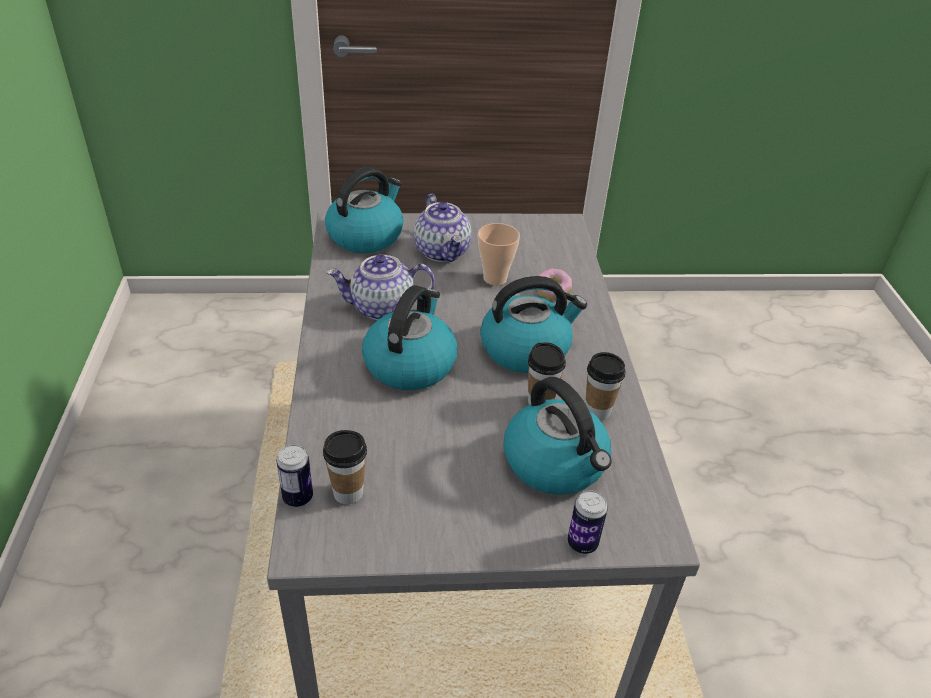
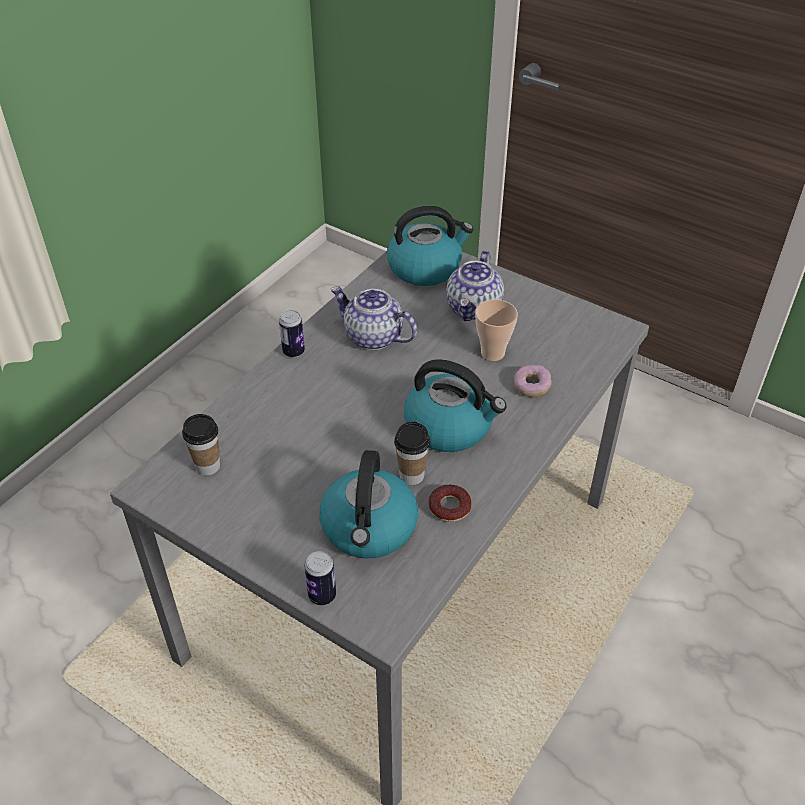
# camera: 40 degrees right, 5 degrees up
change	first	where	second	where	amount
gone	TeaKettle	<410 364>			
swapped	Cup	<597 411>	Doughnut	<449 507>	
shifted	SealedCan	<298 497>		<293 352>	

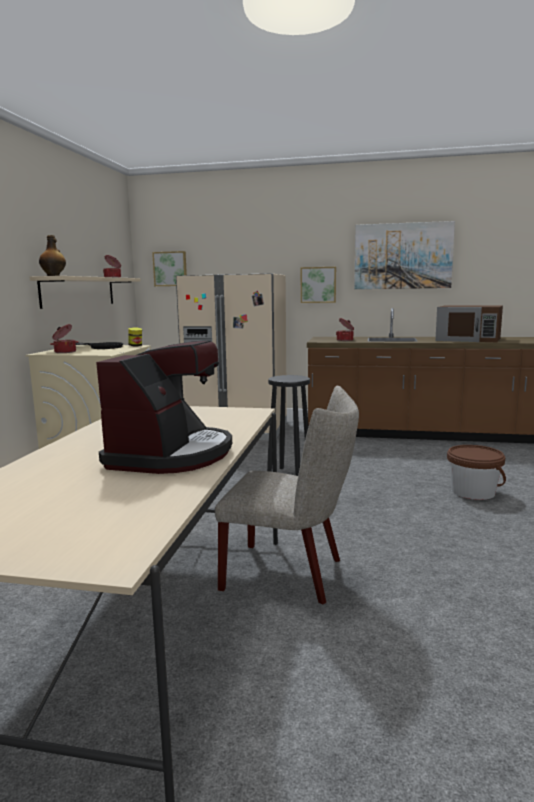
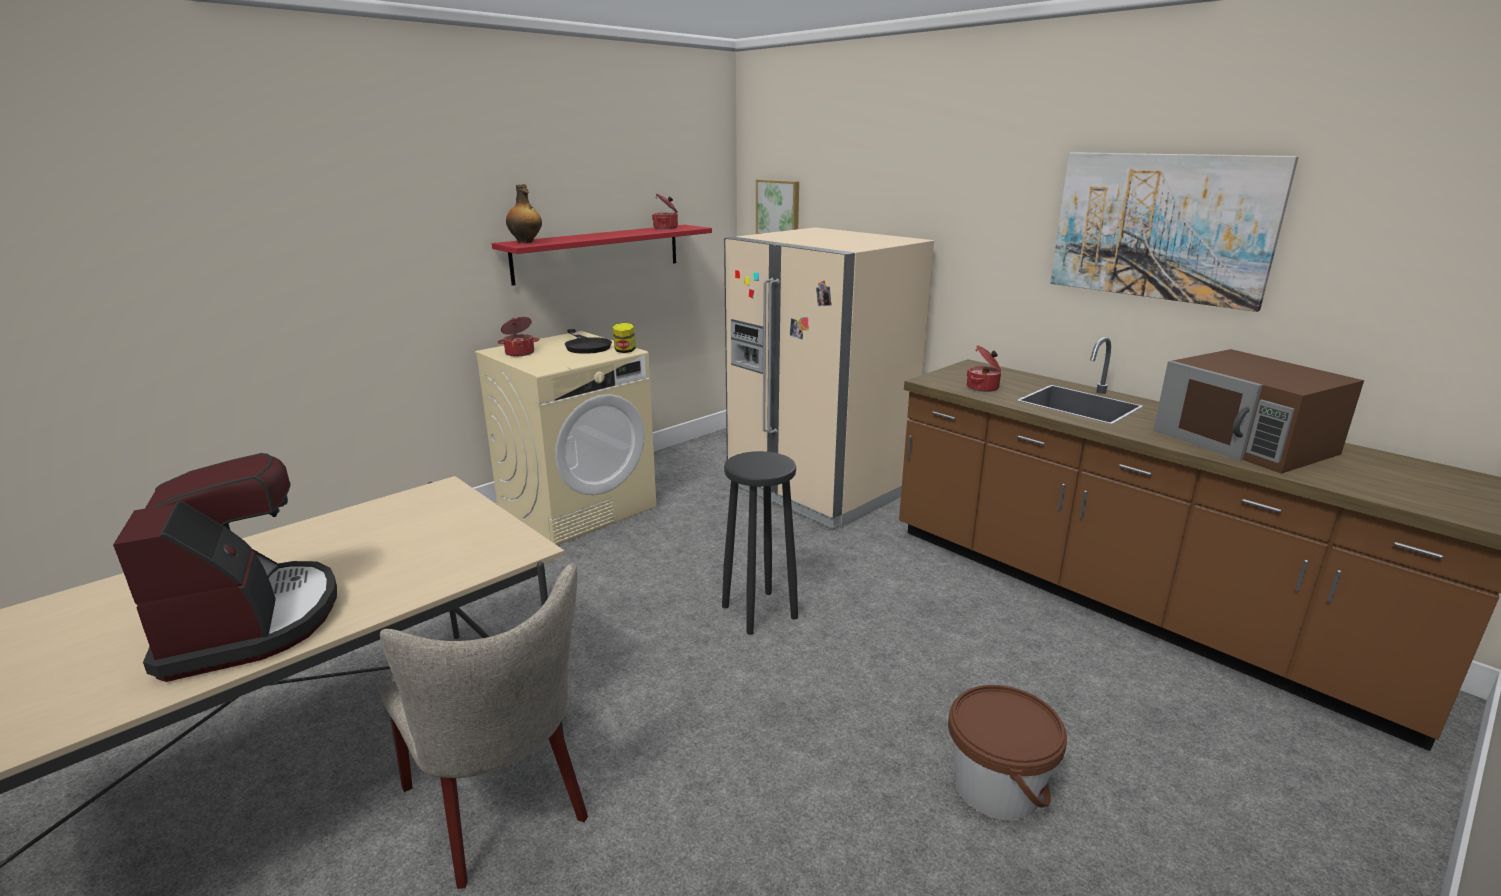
# camera: 35 degrees right, 10 degrees up
change	first	where	second	where	amount
gone	WallPicture	<318 285>			
repainted	BeigeColouredWallShelf	<79 291>	ReddishWallShelf	<598 253>	
rotated	CoffeeMaker	<171 455>		<249 622>	75 degrees counterclockwise

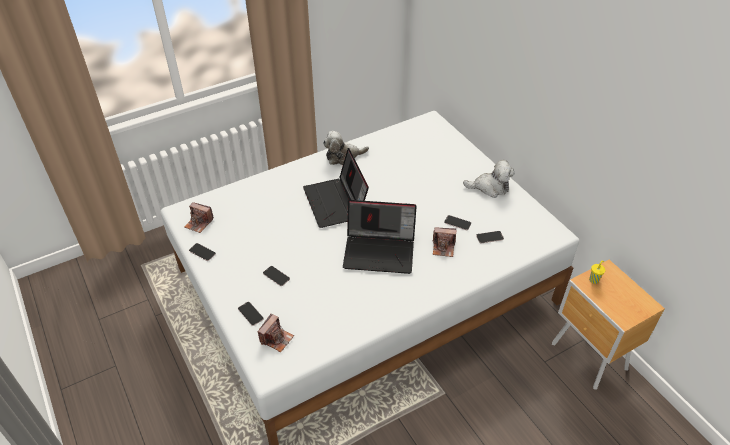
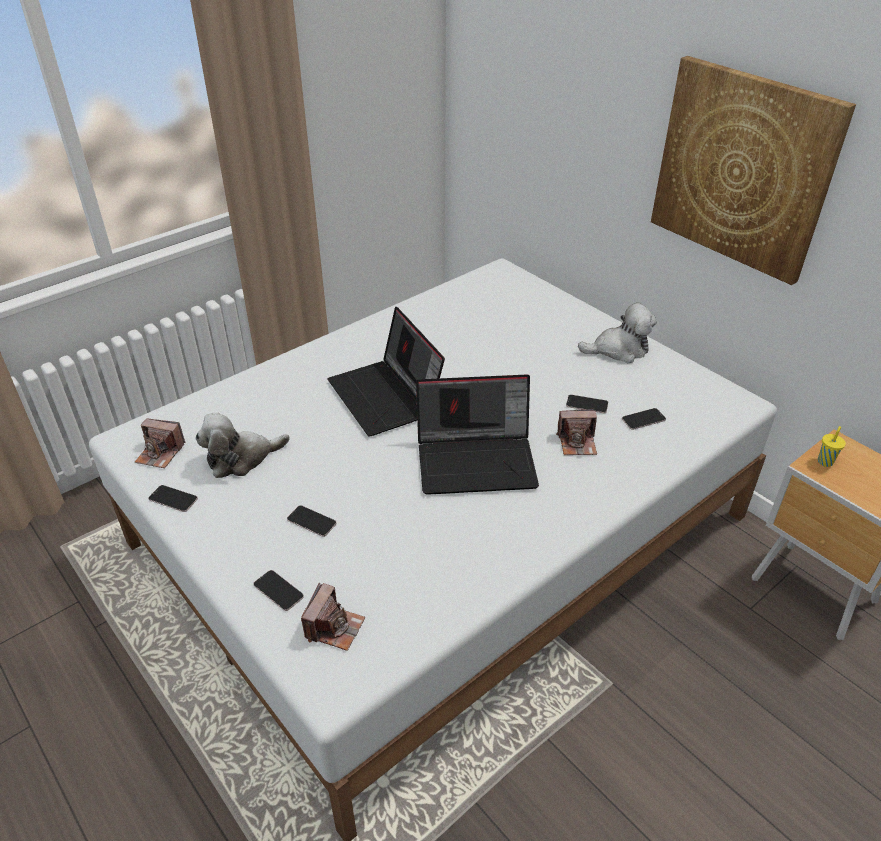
# camera: 10 degrees left, 5 degrees down
change	first	where	second	where	amount
shifted	SoftToy	<343 156>		<241 458>	
new			WallPicture	<743 169>	

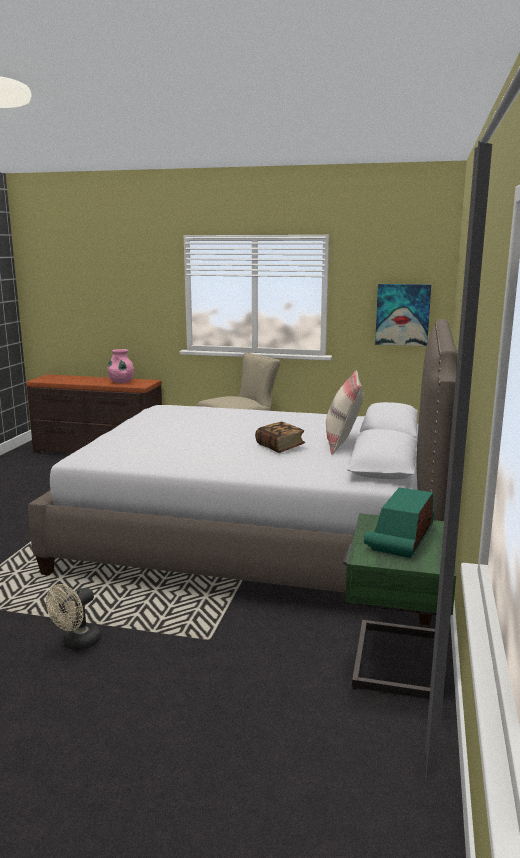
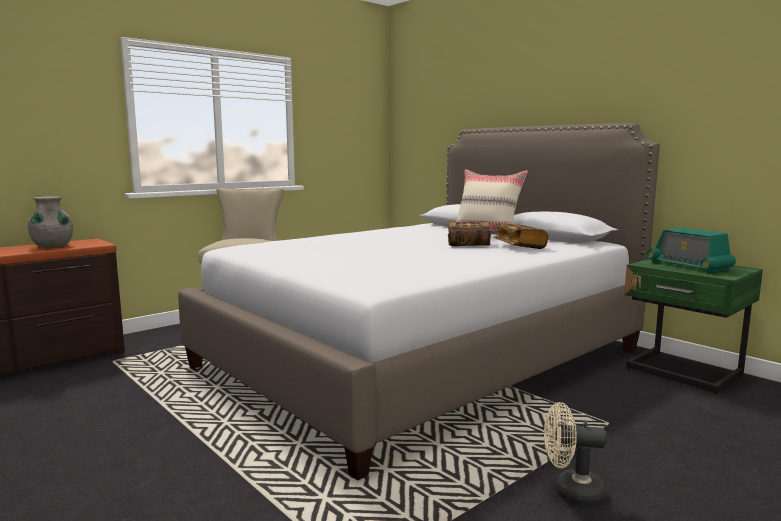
# camera: 55 degrees left, 5 degrees down
change	first	where	second	where	amount
gone	WallPicture	<402 314>			
repainted	PinkColouredVase	<121 382>	GreyishVase	<52 246>	
rotated	BeigeColouredElectricFan	<77 644>		<571 492>	120 degrees clockwise
new			Volume	<519 246>	

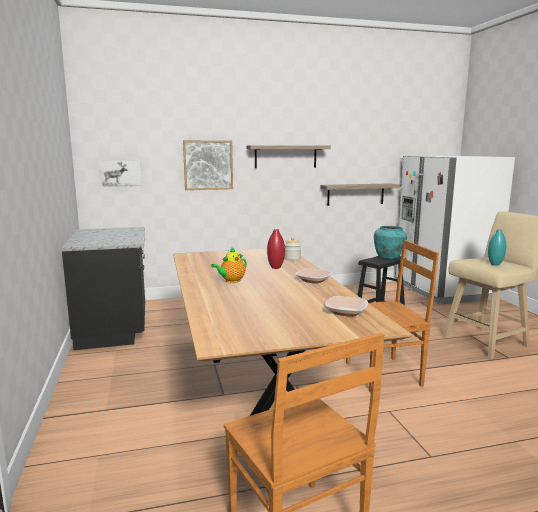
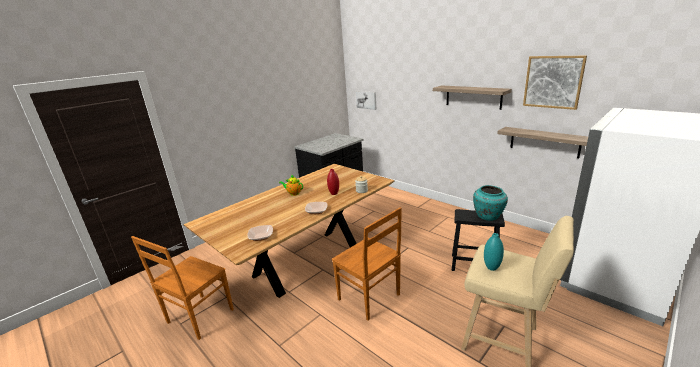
# camera: 60 degrees right, 10 degrees up
change	first	where	second	where	amount
shifted	WallPicture	<208 165>		<553 82>	

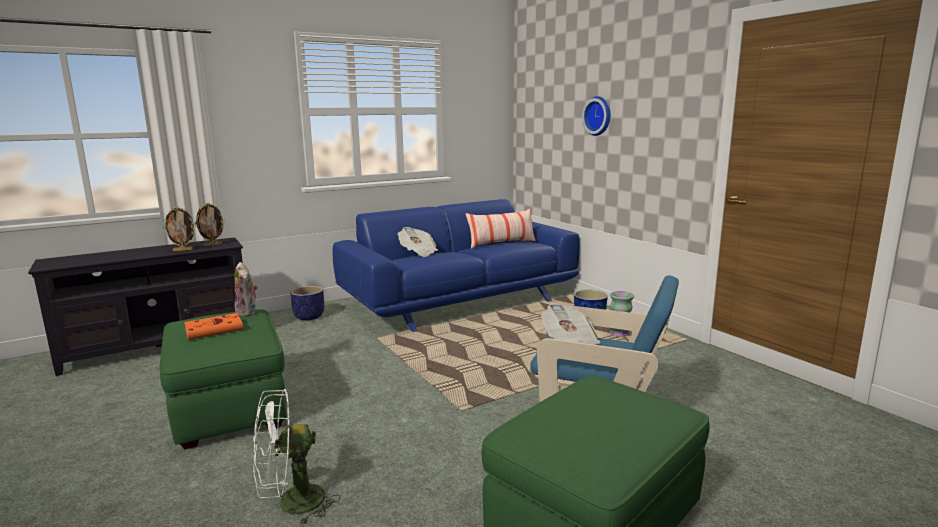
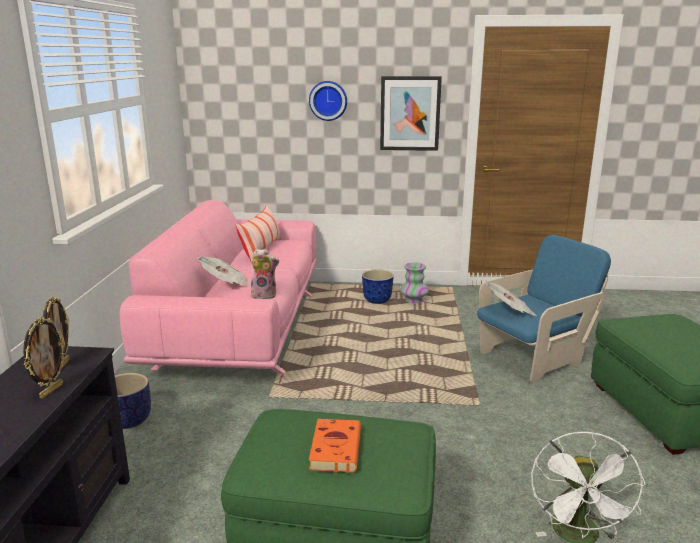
# camera: 55 degrees left, 5 degrees up
change	first	where	second	where	amount
repainted	BluishSofa	<460 301>	PinkColouredSofa	<241 327>	
shifted	SoftToy	<248 313>		<265 295>	
new			WallPicture	<410 113>	

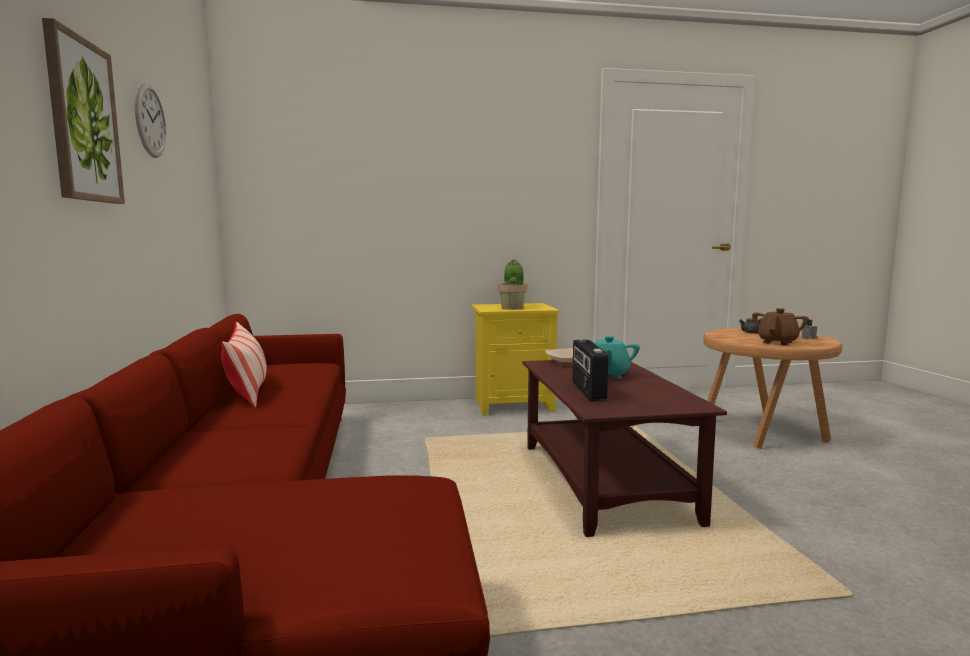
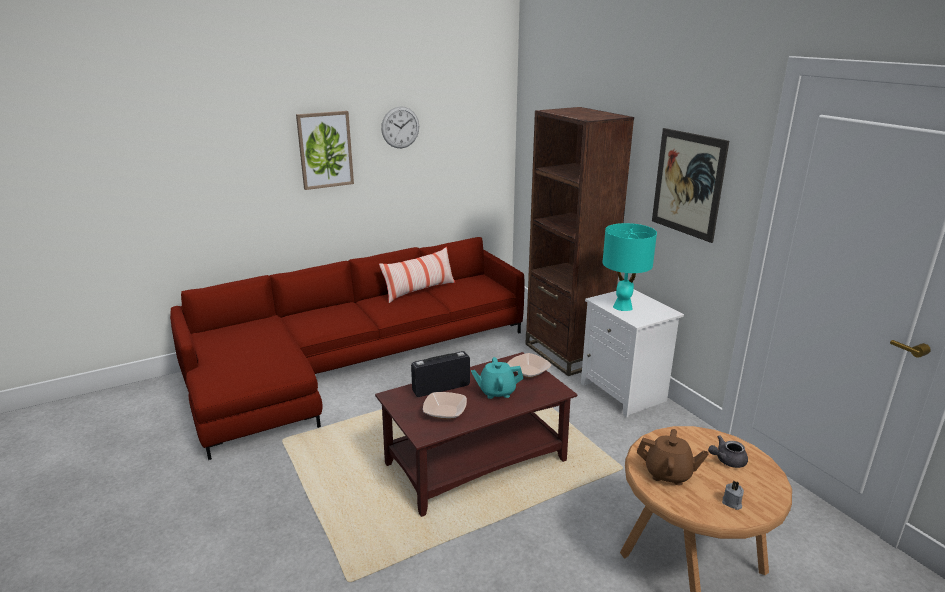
# camera: 70 degrees right, 15 degrees up
change	first	where	second	where	amount
swapped	PottedPlant	<512 308>	TurquoiseLampForATable	<623 306>	
repainted	YellowNightTable	<514 405>	WhiteNightTable	<625 393>	
new			BrownBookshelf	<566 353>	
new			WallPicture	<688 184>	
new			ServingBowl	<445 412>	

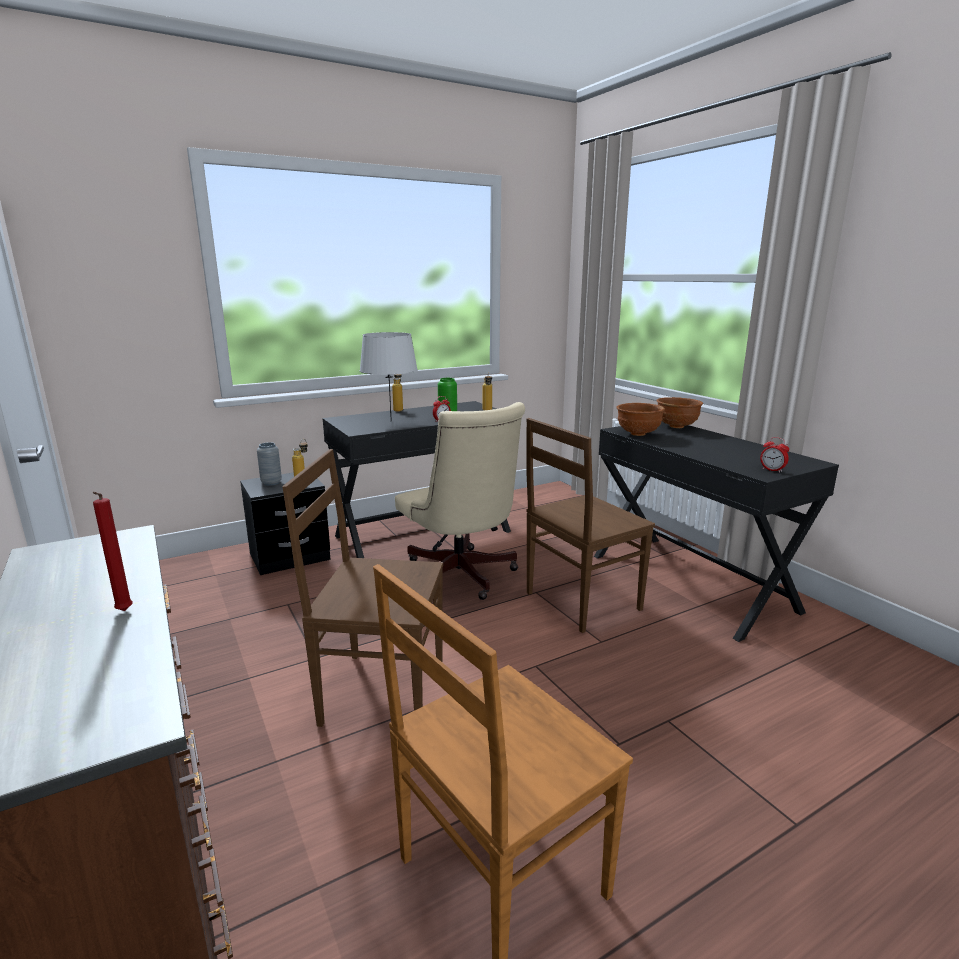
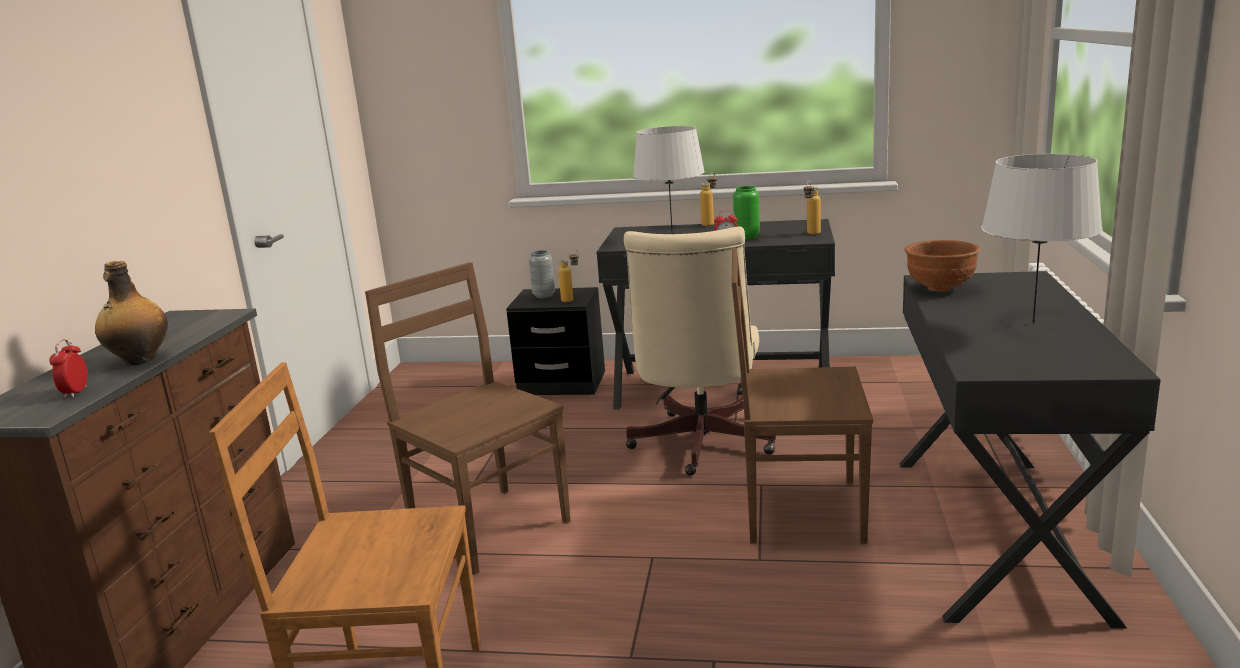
# camera: 40 degrees right, 0 degrees up
change	first	where	second	where	amount
gone	BrownServingBowl	<677 427>			
shifted	TableClock	<772 470>		<75 392>	
swapped	ReddishWaxCandle	<123 612>	BeverageBottle	<140 360>	
new			GreyishLampForATable	<1033 323>	

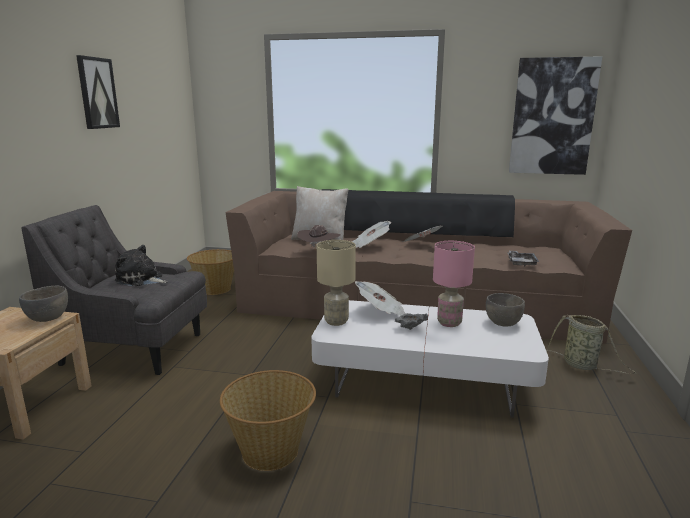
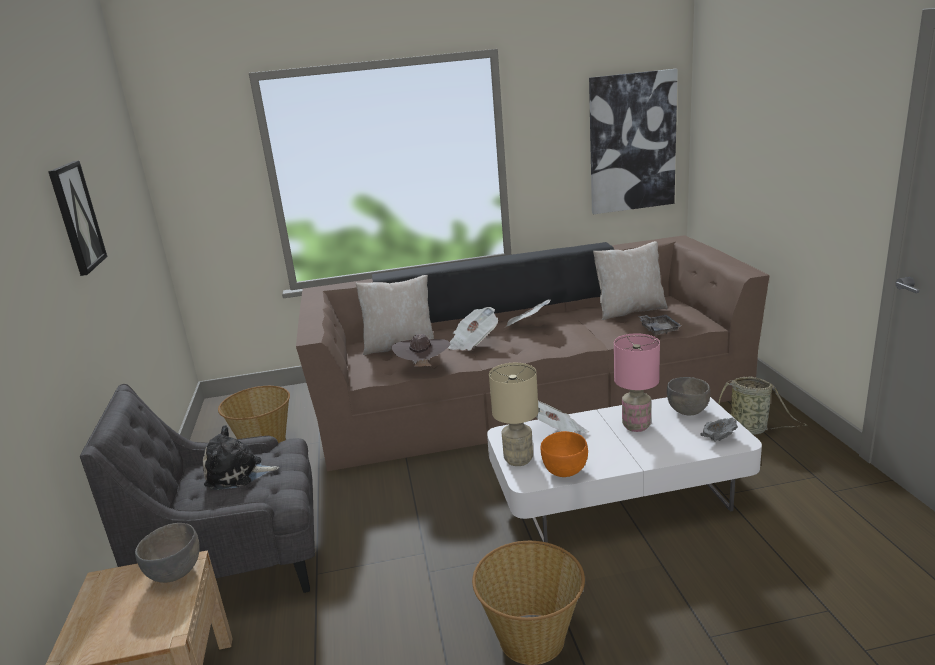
# camera: 20 degrees left, 5 degrees up
change	first	where	second	where	amount
shifted	GreyishServingBowl	<411 328>		<718 439>	
new			BeigeColouredPillow	<629 311>	
new			OrangeColouredServingBowl	<565 471>	

